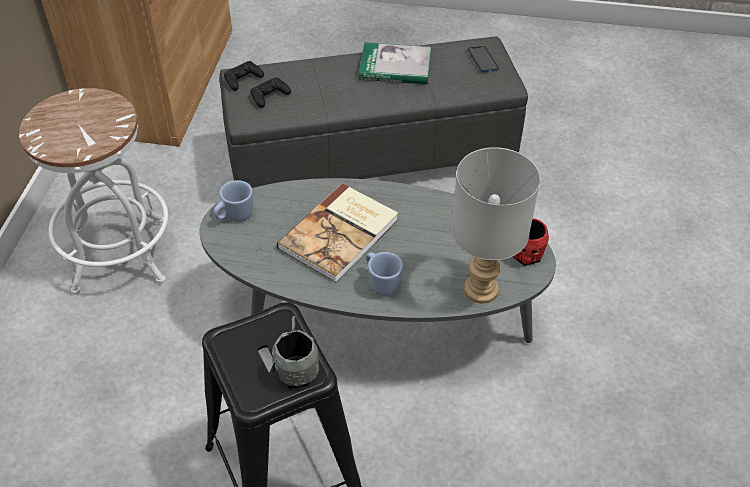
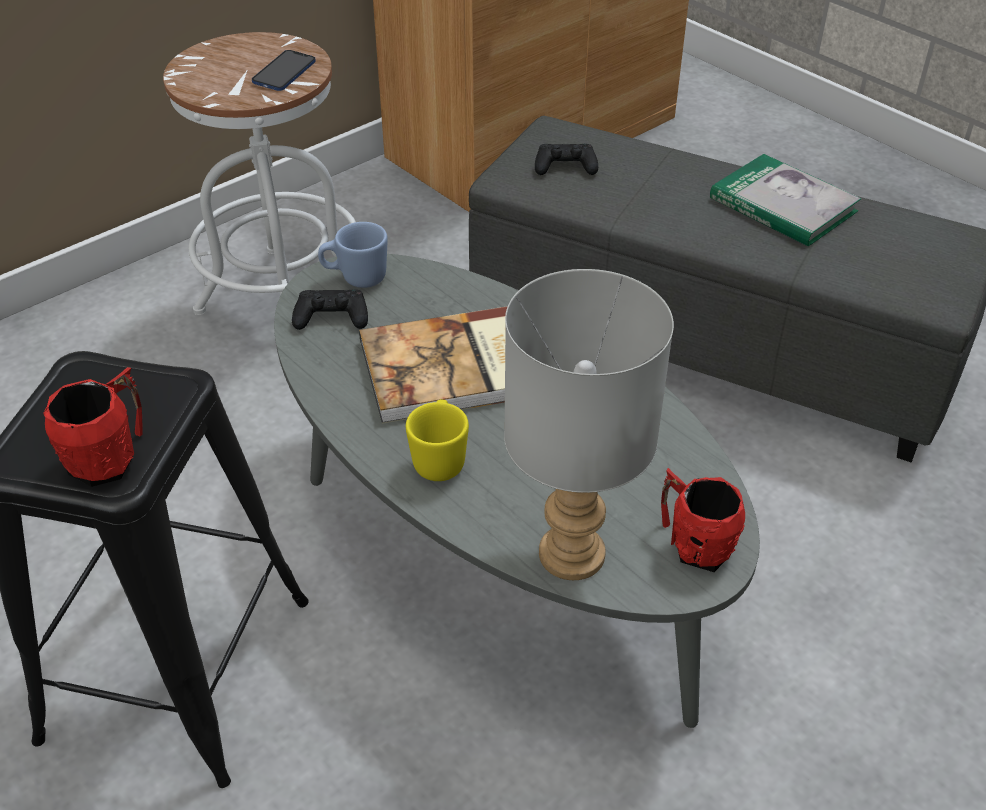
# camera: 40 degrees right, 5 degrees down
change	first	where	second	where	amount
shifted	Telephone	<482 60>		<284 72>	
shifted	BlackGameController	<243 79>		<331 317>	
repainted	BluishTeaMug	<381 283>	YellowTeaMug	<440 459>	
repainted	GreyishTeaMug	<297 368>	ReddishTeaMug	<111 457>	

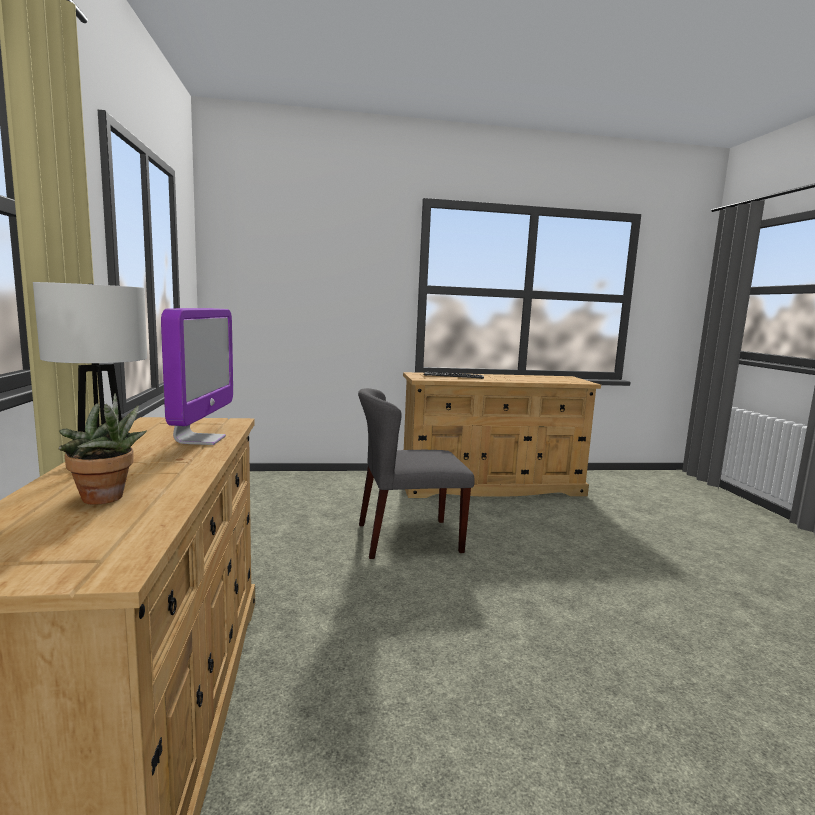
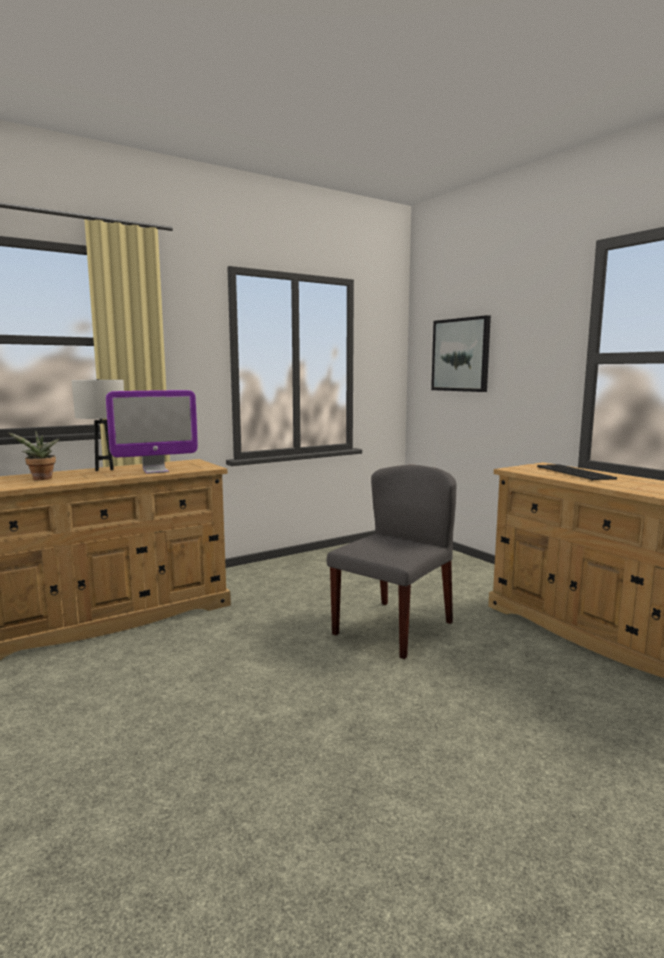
# camera: 65 degrees right, 0 degrees up
change	first	where	second	where	amount
rotated	GreyishPlainChair	<408 538>		<393 627>	75 degrees clockwise
new			WallPicture	<461 355>	

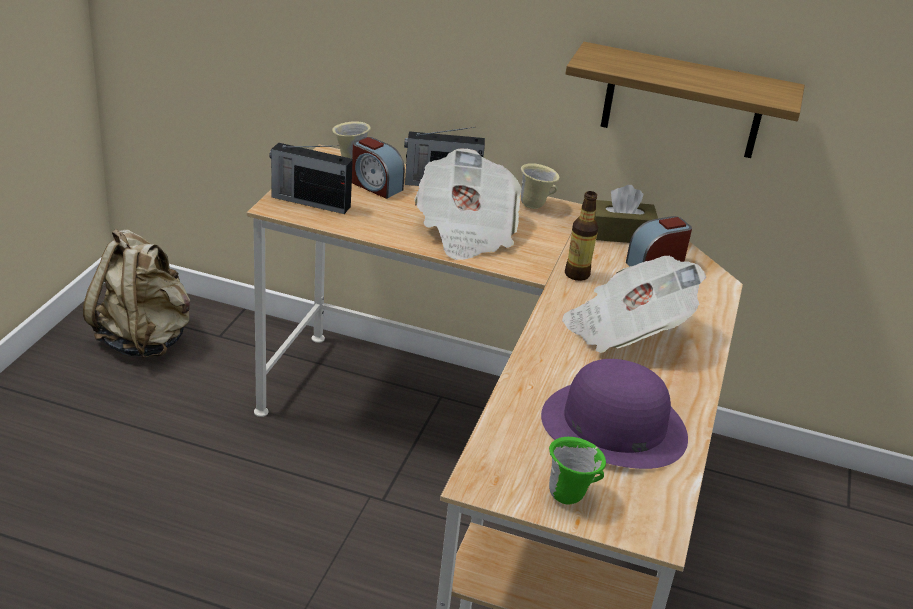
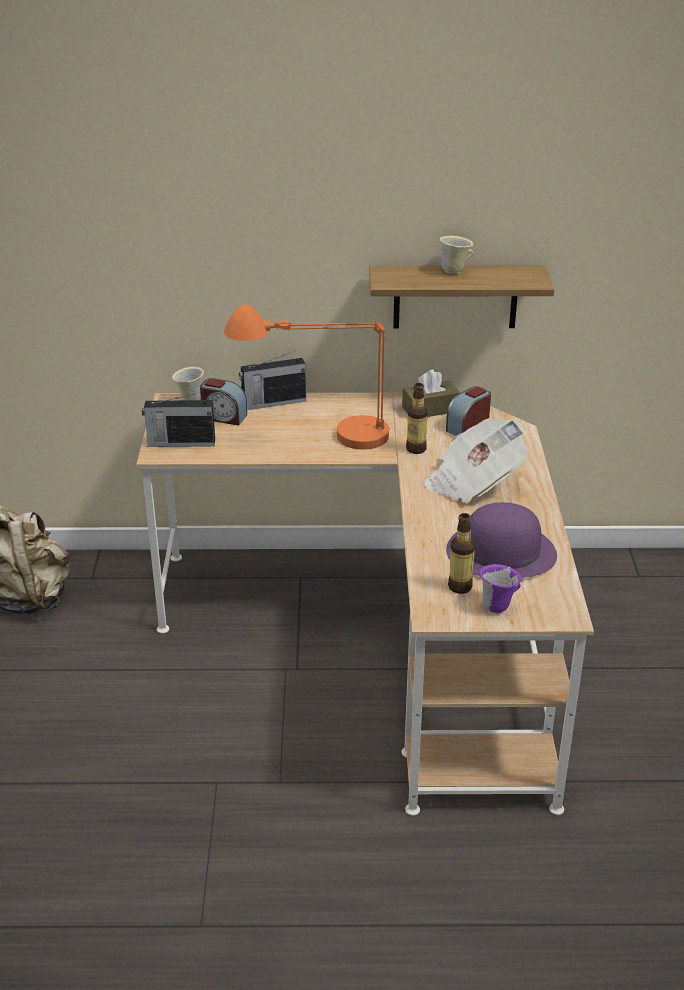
# camera: 15 degrees left, 0 degrees up
change	first	where	second	where	amount
swapped	Newspaper	<465 232>	OrangeColouredLampForATable	<315 437>	
shifted	BeigeColouredTeaMug	<535 205>		<454 271>	
repainted	GreenishTeaMug	<569 495>	PurpleColouredTeaMug	<497 606>	
new			BeverageBottle	<460 587>	

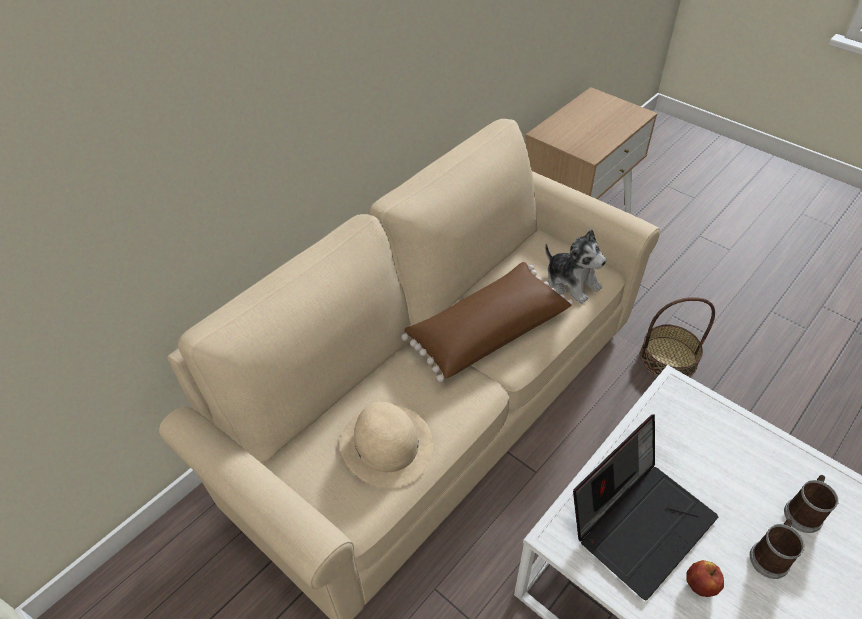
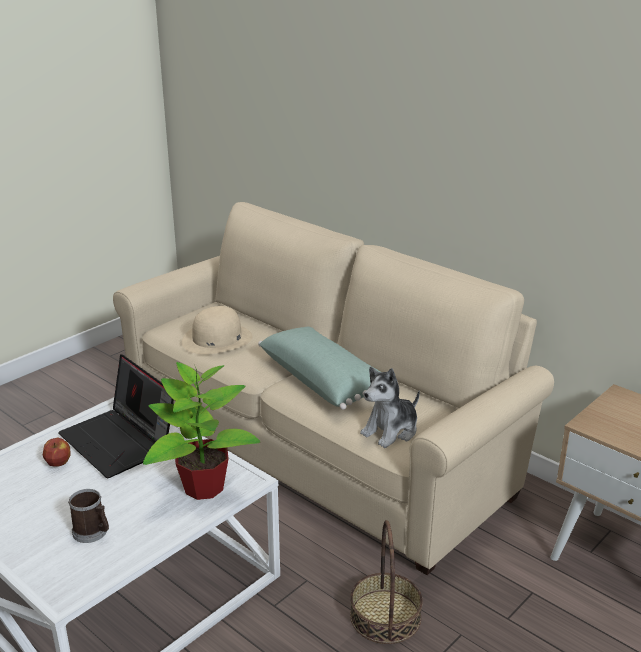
# camera: 90 degrees right, 20 degrees down
change	first	where	second	where	amount
repainted	BrownPillow	<486 331>	GreenishPillow	<325 381>	
gone	TeaMug	<770 556>			
new			PottedPlant	<202 487>	

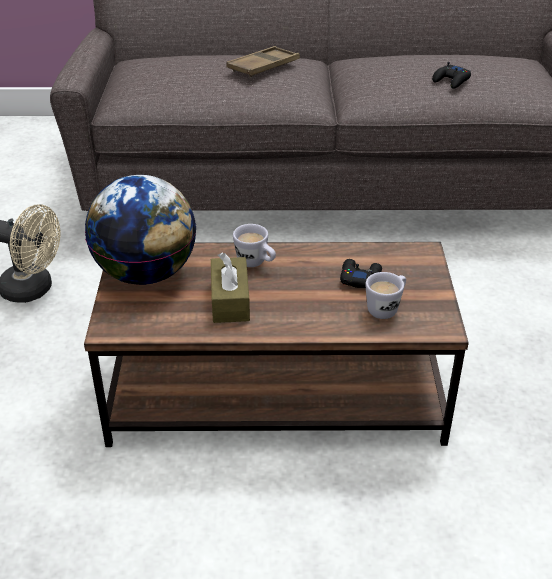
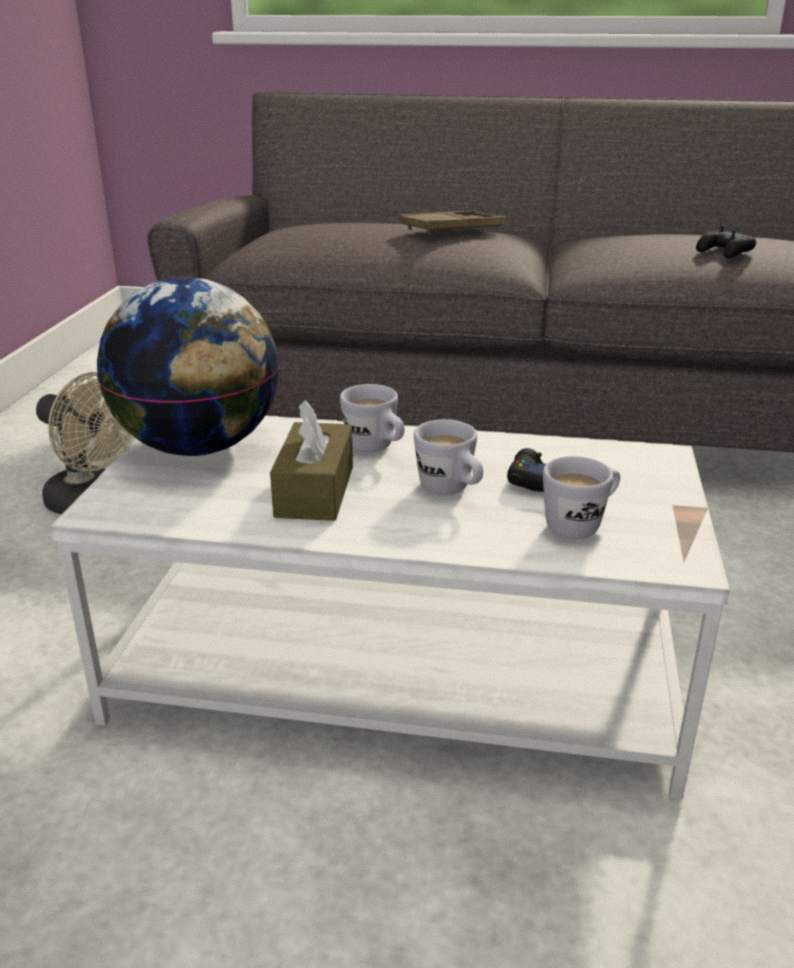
# camera: 10 degrees right, 10 degrees down
change	first	where	second	where	amount
repainted	BrownCoffeeTable	<277 390>	WhiteCoffeeTable	<400 671>	
new			WhiteTeaMug	<451 490>	

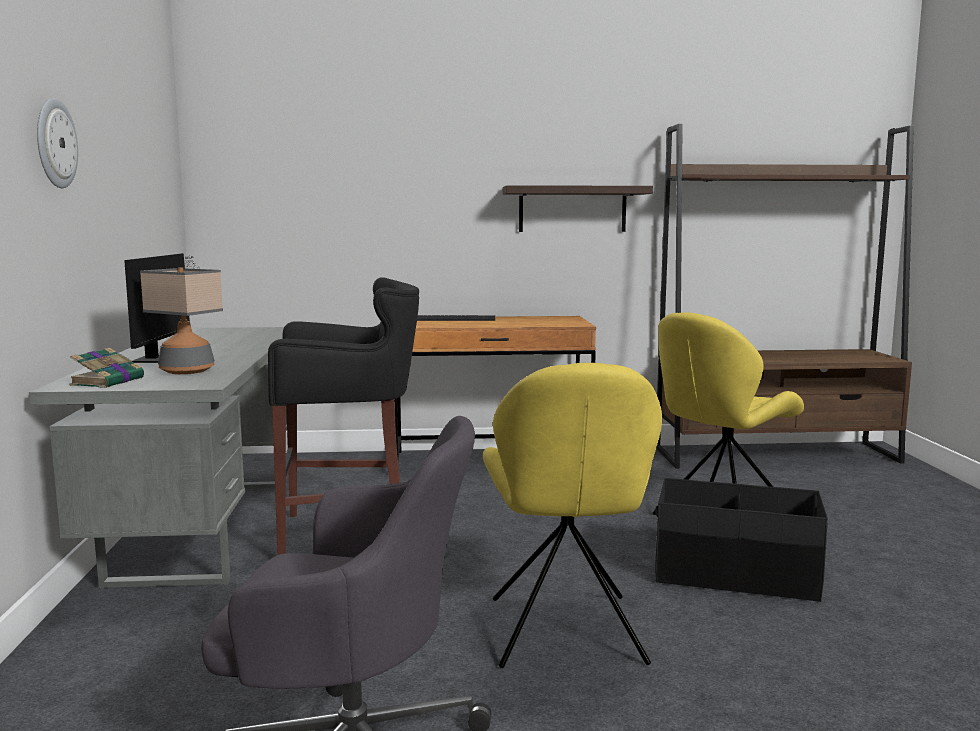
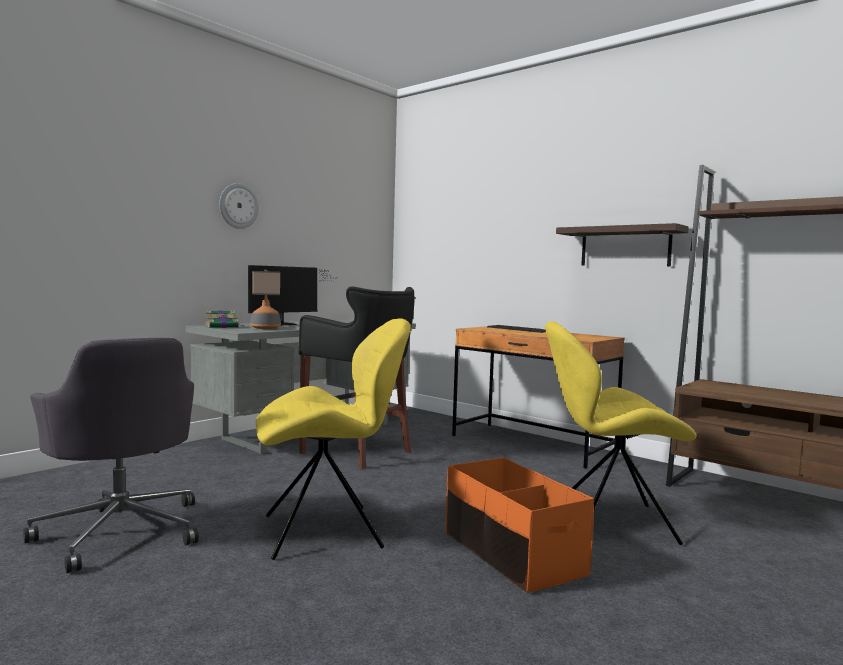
# camera: 45 degrees right, 5 degrees down
change	first	where	second	where	amount
rotated	YellowPlainChair	<566 634>		<327 531>	150 degrees counterclockwise
repainted	BlackStorageContainer	<736 576>	OrangeColouredStorageContainer	<512 553>	

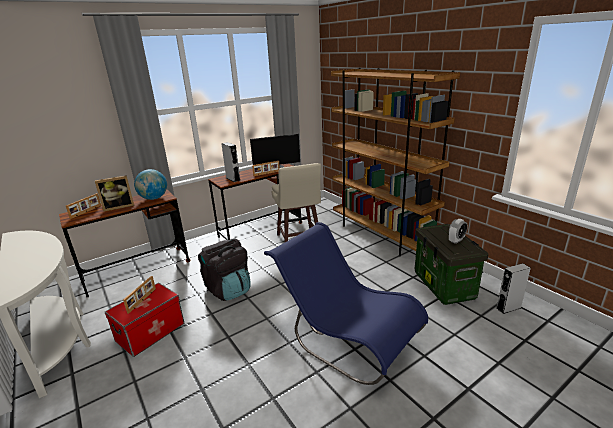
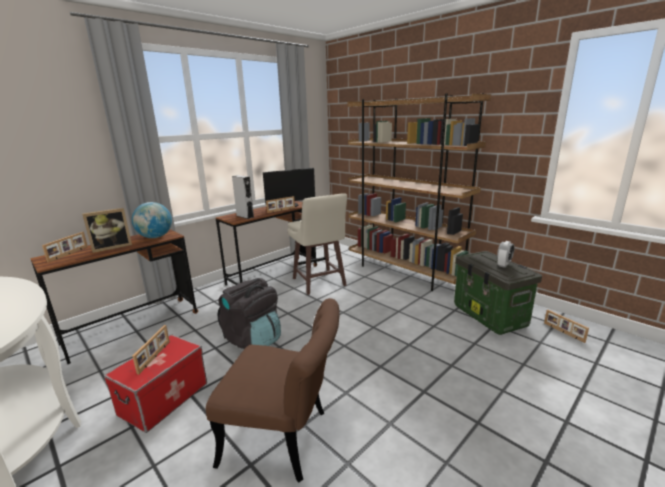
# camera: 10 degrees left, 5 degrees down
change	first	where	second	where	amount
gone	BluishPlainChair	<346 338>			
swapped	GreyishLoudspeaker	<508 308>	StandingFrame	<563 332>	
new			BrownPlainChair	<286 438>	

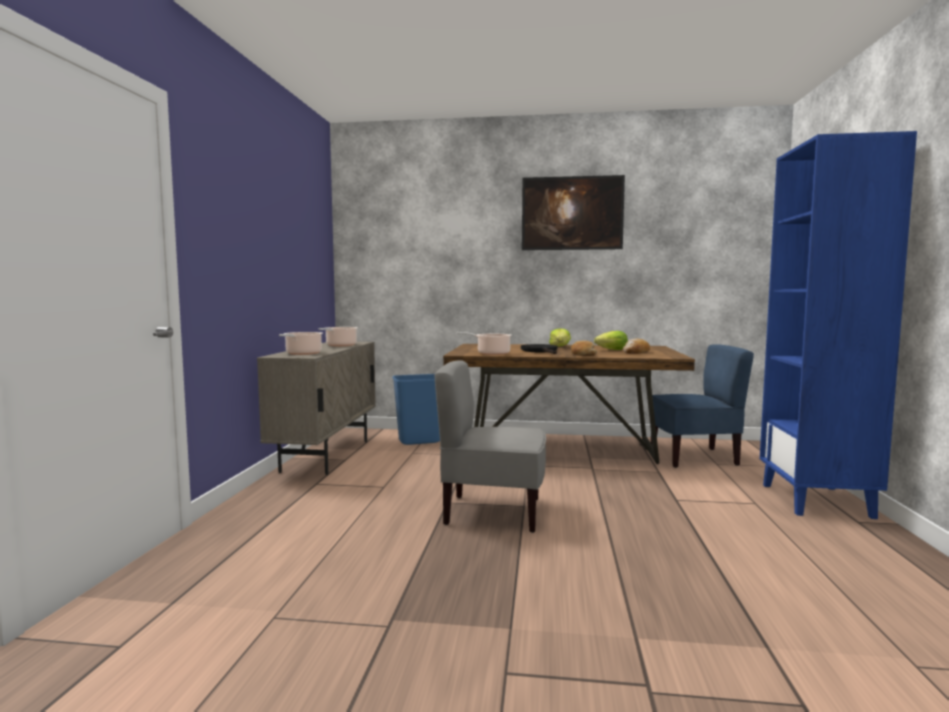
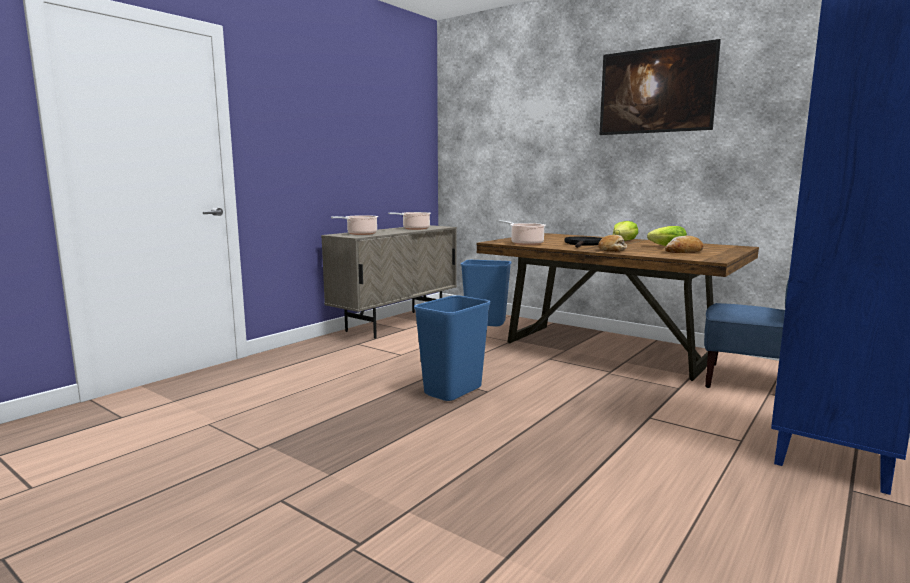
# camera: 30 degrees right, 5 degrees up
change	first	where	second	where	amount
swapped	GreyishPlainChair	<492 512>	BluishTrashCan	<452 391>	

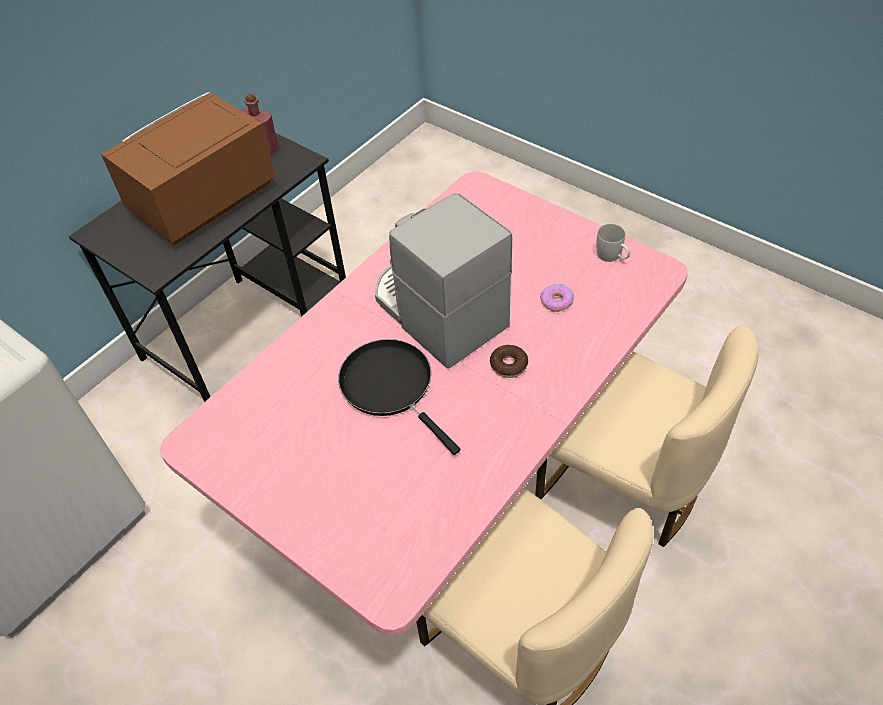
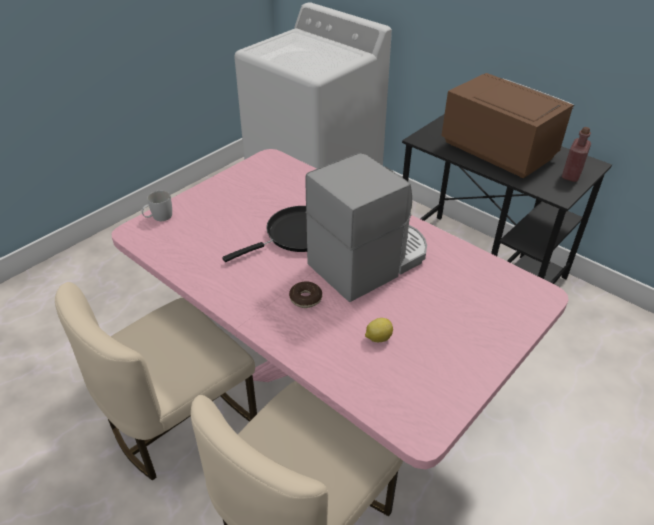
# camera: 90 degrees right, 10 degrees down
change	first	where	second	where	amount
shifted	WhiteTeaMug	<612 256>		<158 217>	
swapped	Doughnut	<557 301>	CitrusFruit	<378 338>	

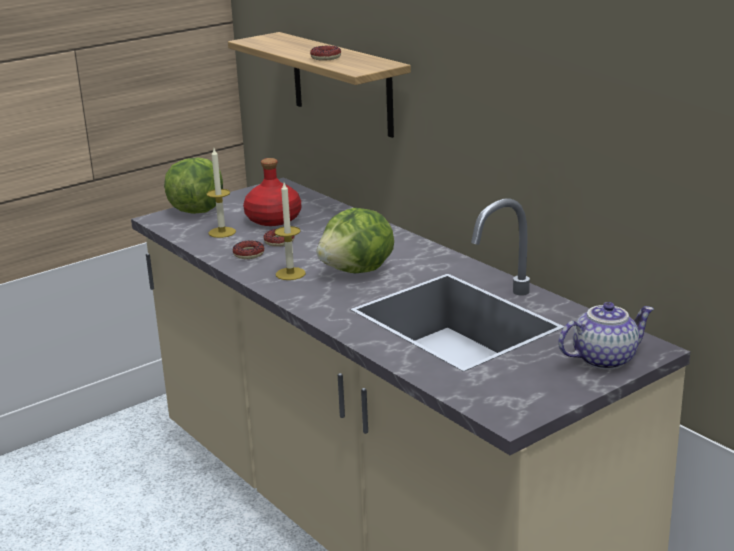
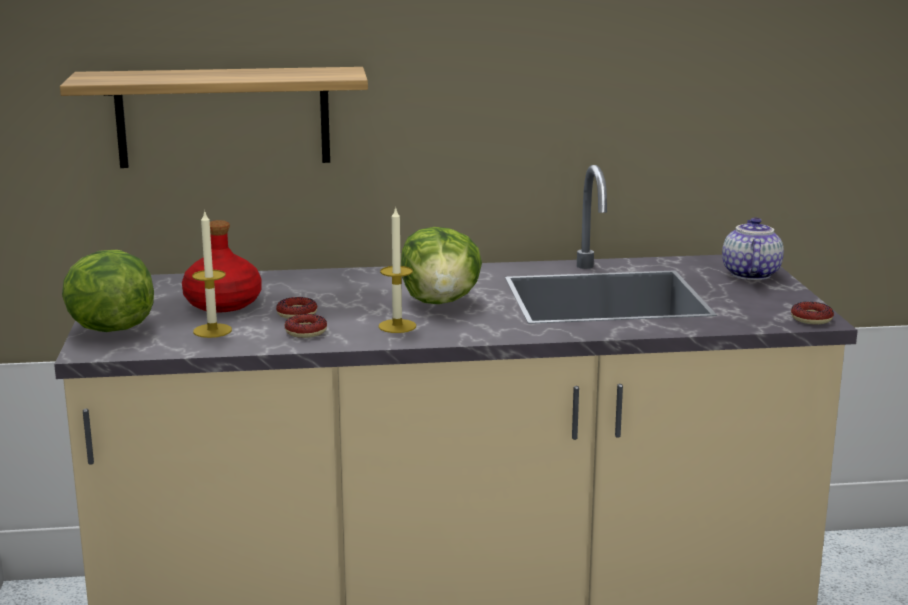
# camera: 60 degrees left, 5 degrees down
change	first	where	second	where	amount
shifted	Doughnut	<326 57>		<811 319>	

